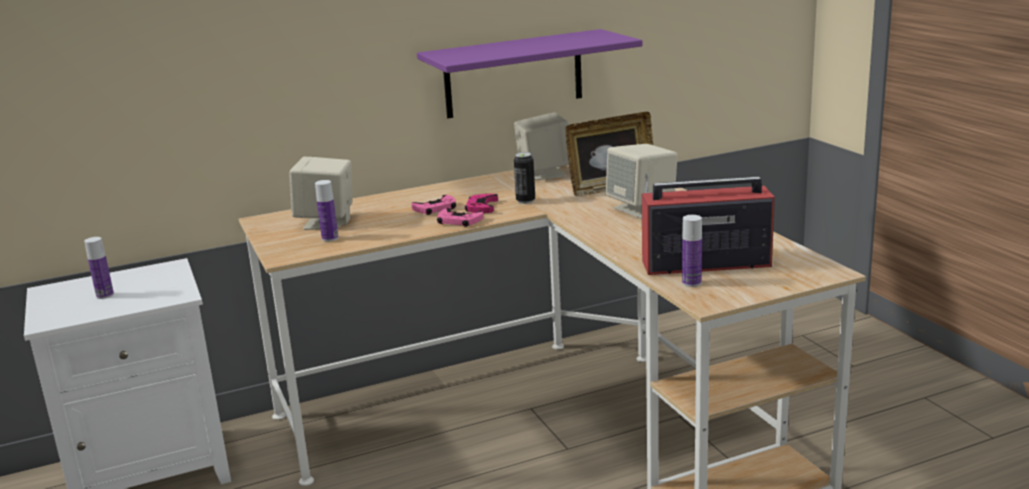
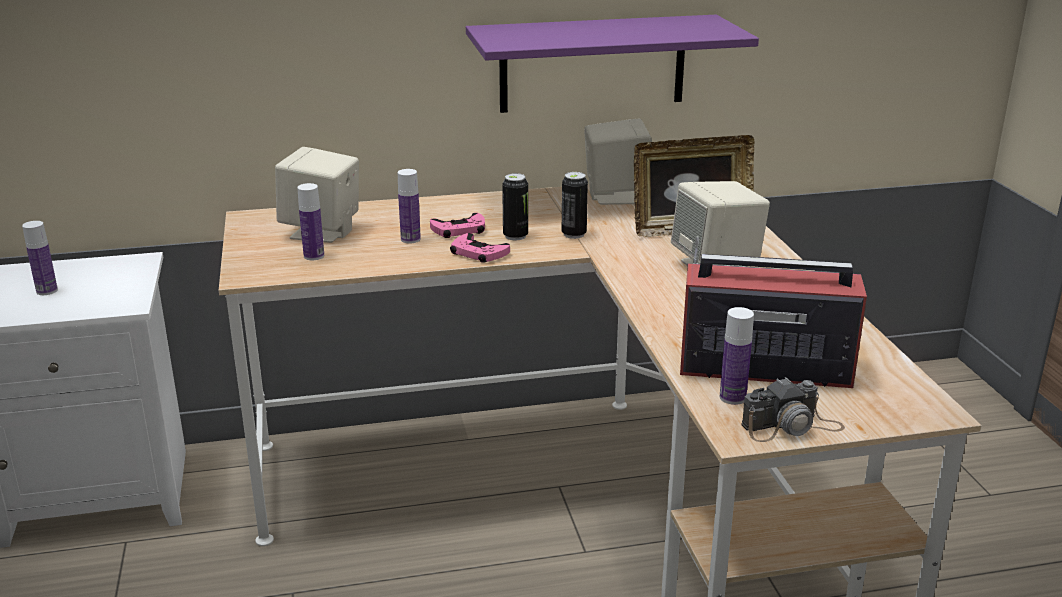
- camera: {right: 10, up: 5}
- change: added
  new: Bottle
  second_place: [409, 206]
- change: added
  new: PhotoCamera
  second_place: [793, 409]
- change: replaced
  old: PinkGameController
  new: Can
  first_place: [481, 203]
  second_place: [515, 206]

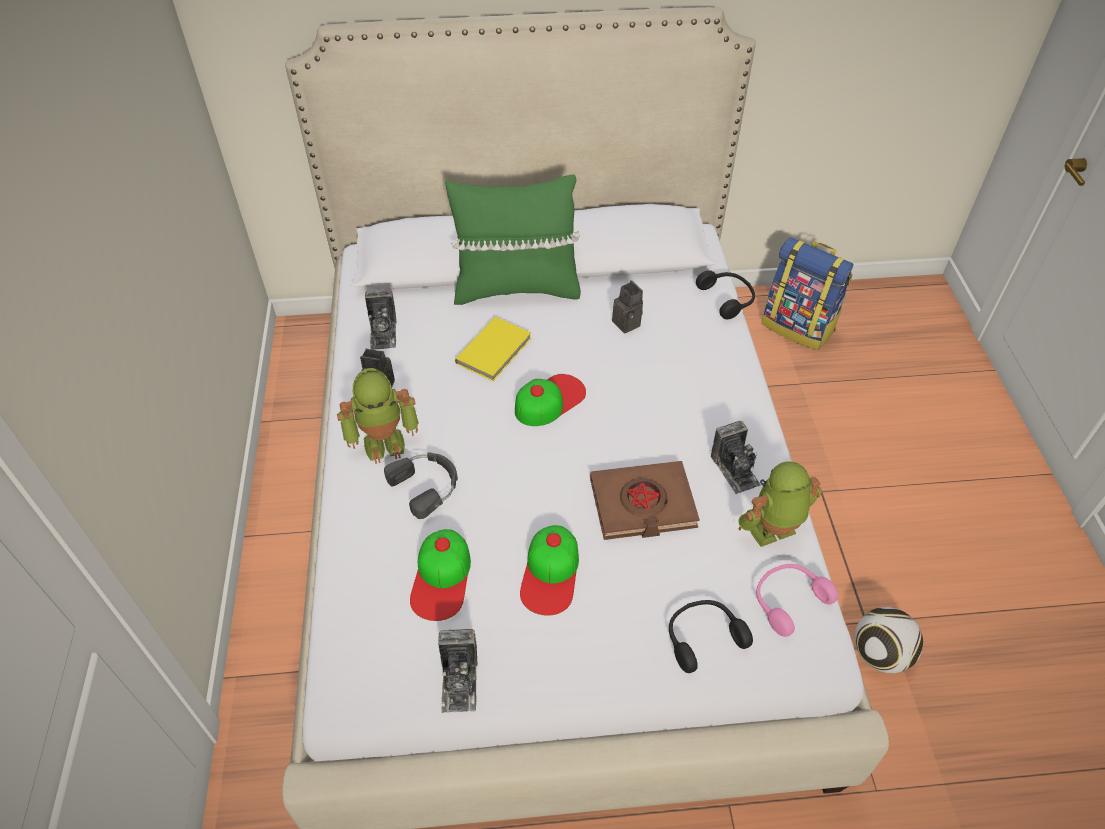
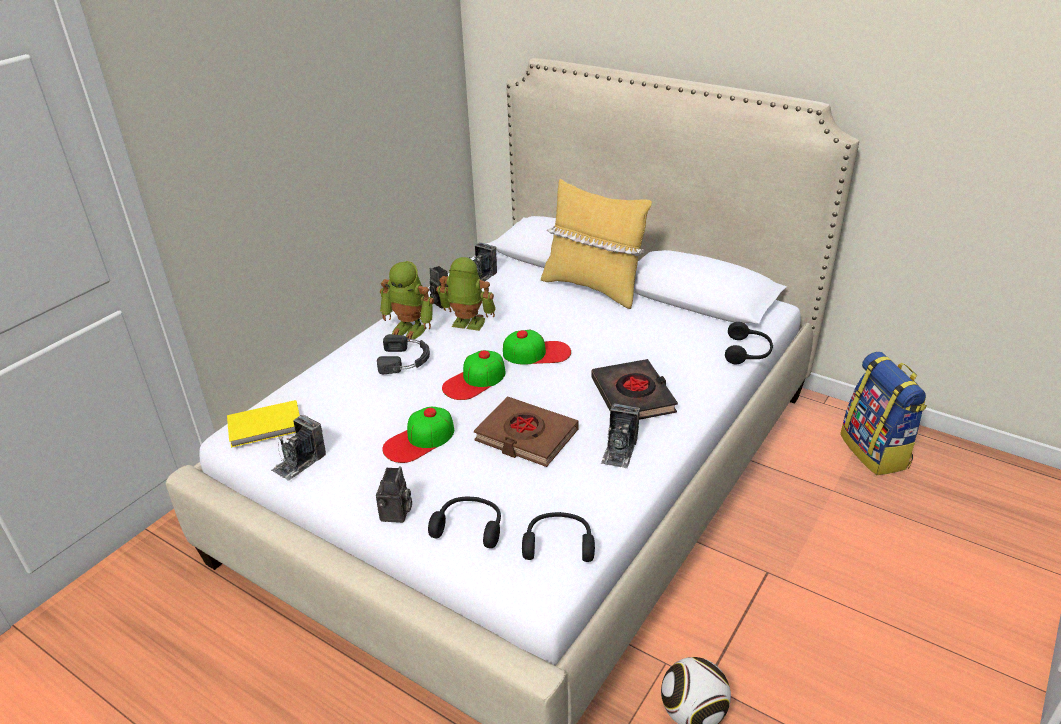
- camera: {right: 40, up: -15}
- change: added
  new: BlackBook
  second_place: [635, 389]
- change: moved
  old: Cap
  first_place: [440, 575]
  second_place: [473, 375]
- change: moved
  old: YellowBook
  first_place: [493, 349]
  second_place: [263, 424]
- change: moved
  old: PhotoCamera
  first_place: [627, 306]
  second_place: [394, 494]
- change: moved
  old: ToyRobot
  first_place: [780, 504]
  second_place: [466, 294]
- change: recoloured
  old: GreenPillow
  new: YellowPillow
  first_place: [513, 239]
  second_place: [596, 244]
- change: recoloured
  old: PinkHeadphones
  new: BlackHeadphones
  first_place: [797, 600]
  second_place: [558, 537]

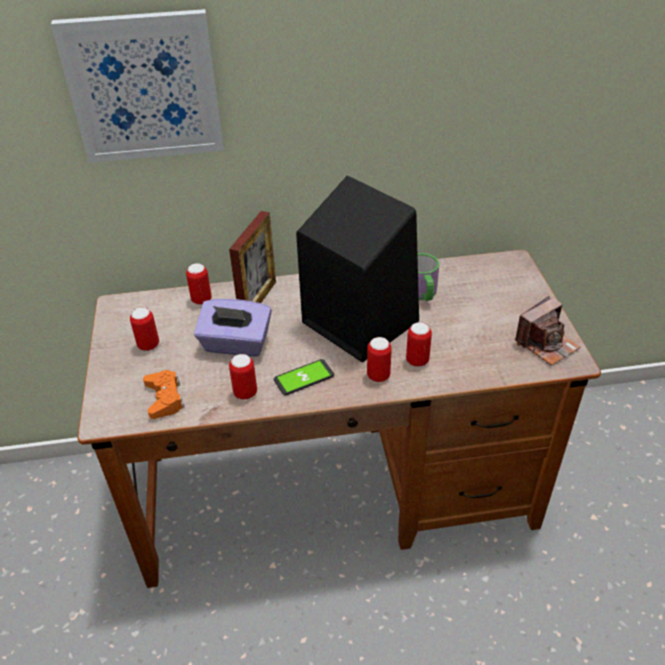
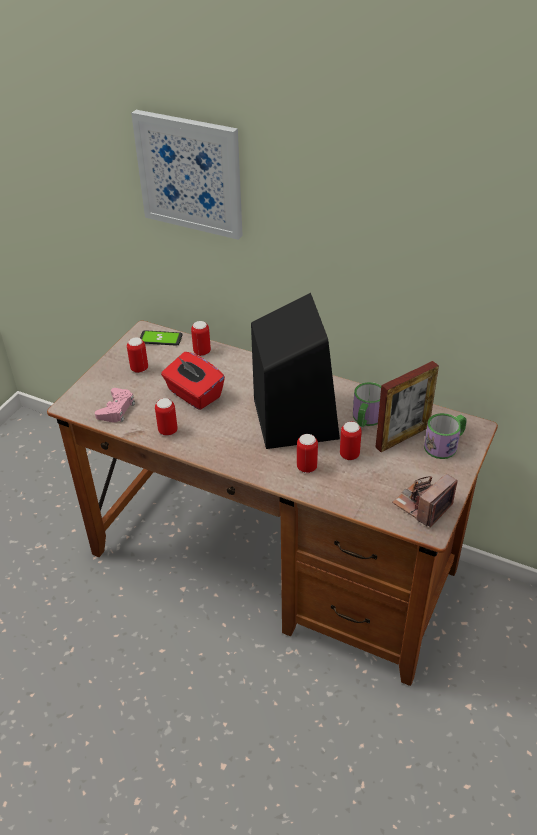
- camera: {right: 35, up: 0}
- change: added
  new: Mug
  second_place: [445, 436]
- change: moved
  old: PictureFrame
  first_place: [252, 257]
  second_place: [407, 406]
- change: moved
  old: Phone
  first_place: [304, 377]
  second_place: [161, 338]
- change: moved
  old: Can
  first_place: [379, 359]
  second_place: [351, 440]
- change: recoloured
  old: OrangeGameController
  new: PinkGameController
  first_place: [164, 394]
  second_place: [115, 405]
- change: recoloured
  old: PurpleTissueBox
  new: RedTissueBox
  first_place: [233, 328]
  second_place: [193, 381]
- change: turned
  old: PhotoCamera
  first_place: [548, 331]
  second_place: [425, 501]
  degrees: 135

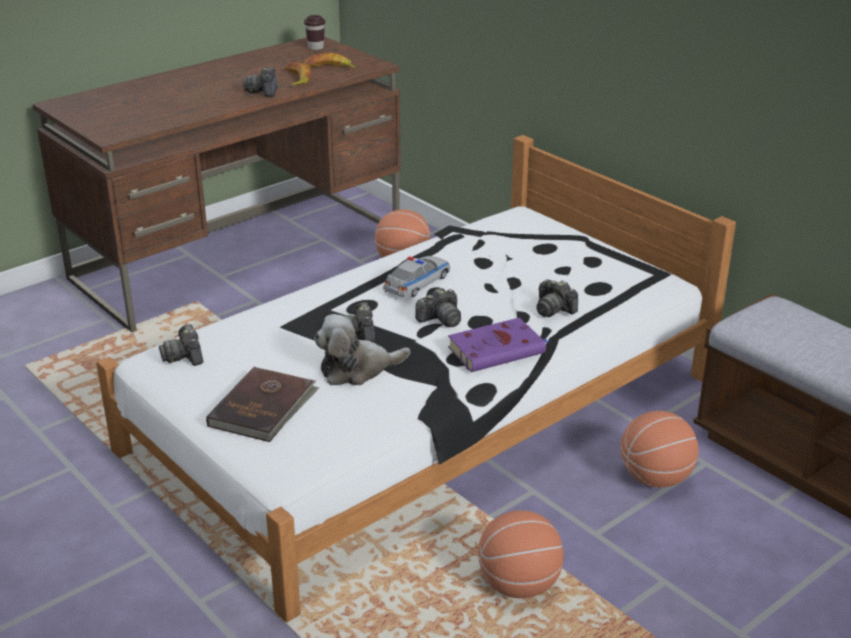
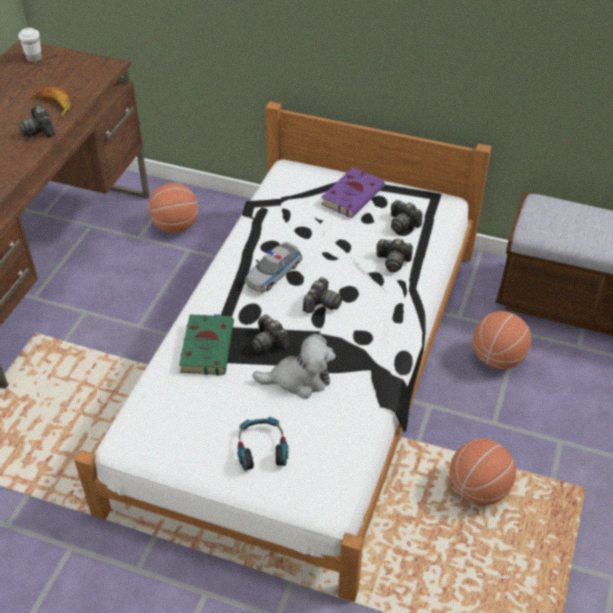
- camera: {right: -30, up: 15}
- change: removed
  old: Banana
  first_place: [330, 61]
- change: added
  new: GreenBook
  second_place: [206, 344]
- change: moved
  old: PhotoCamera
  first_place: [181, 345]
  second_place: [406, 216]
- change: moved
  old: PurpleBook
  first_place: [499, 345]
  second_place: [353, 192]
- change: replaced
  old: BrownBook
  new: Headphones
  first_place: [262, 404]
  second_place: [263, 444]
- change: recoloured
  old: BrownCup
  new: WhiteCup
  first_place: [314, 32]
  second_place: [30, 45]
- change: turned
  old: PlushToy
  first_place: [362, 349]
  second_place: [294, 366]
  degrees: -135
- change: turned
  old: ToyCar
  first_place: [416, 277]
  second_place: [273, 267]
  degrees: -150

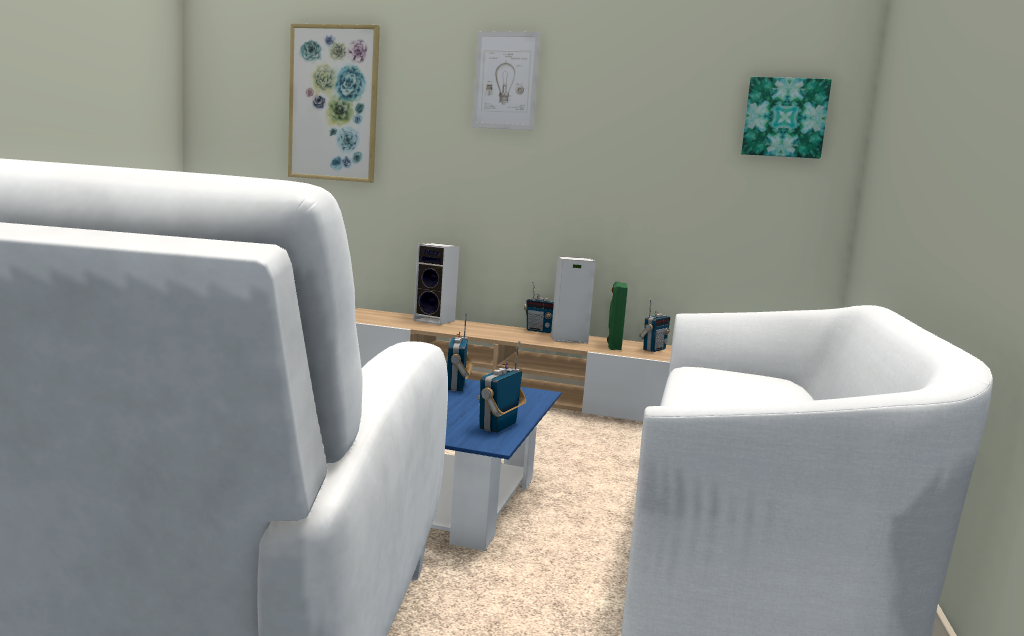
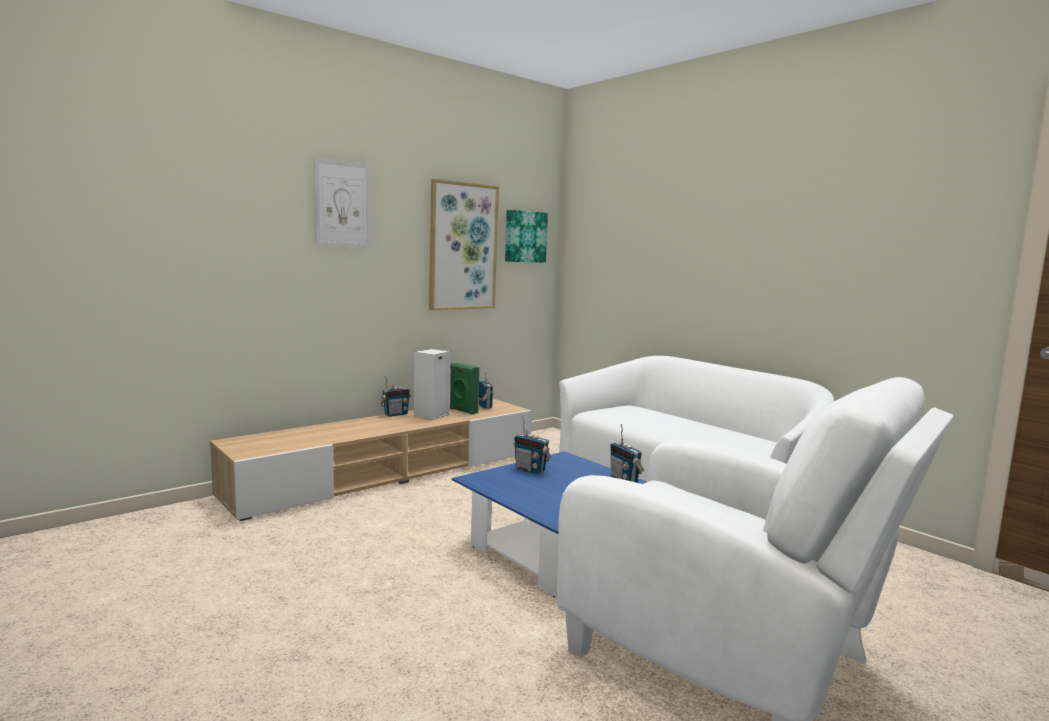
- camera: {right: -55, up: 0}
- change: removed
  old: Speaker
  first_place: [436, 284]
- change: moved
  old: Picture
  first_place: [334, 103]
  second_place: [464, 244]

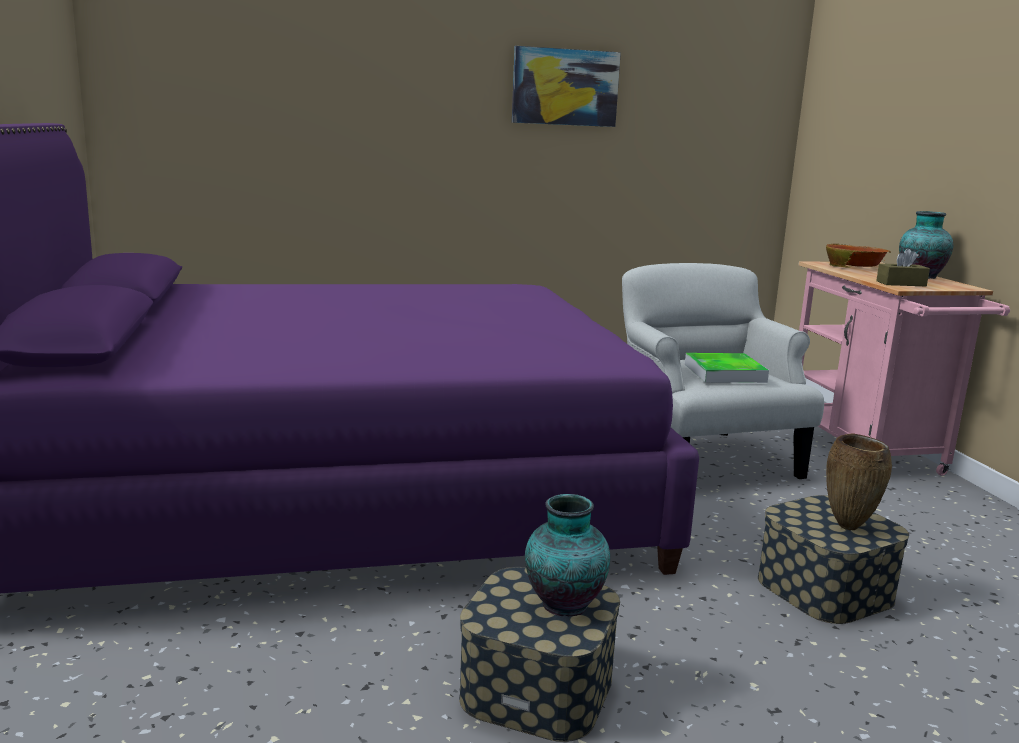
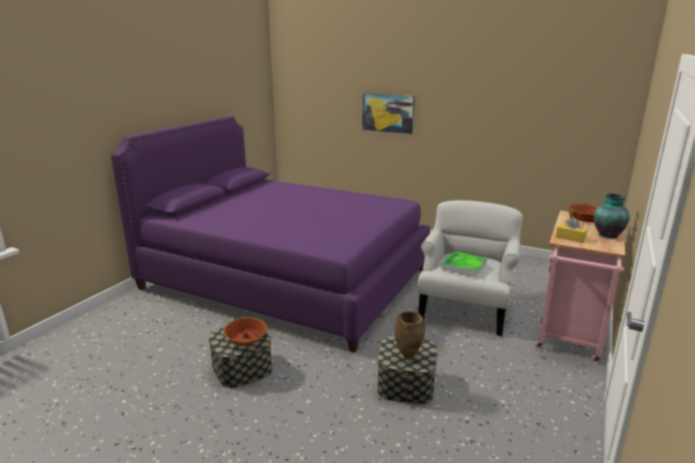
- camera: {right: 40, up: 5}
- change: moved
  old: Picture
  first_place: [566, 86]
  second_place: [388, 114]
- change: replaced
  old: Vase
  new: Bowl
  first_place: [567, 555]
  second_place: [245, 331]
- change: recoloured
  old: BrownTissueBox
  new: YellowTissueBox
  first_place: [903, 267]
  second_place: [572, 230]

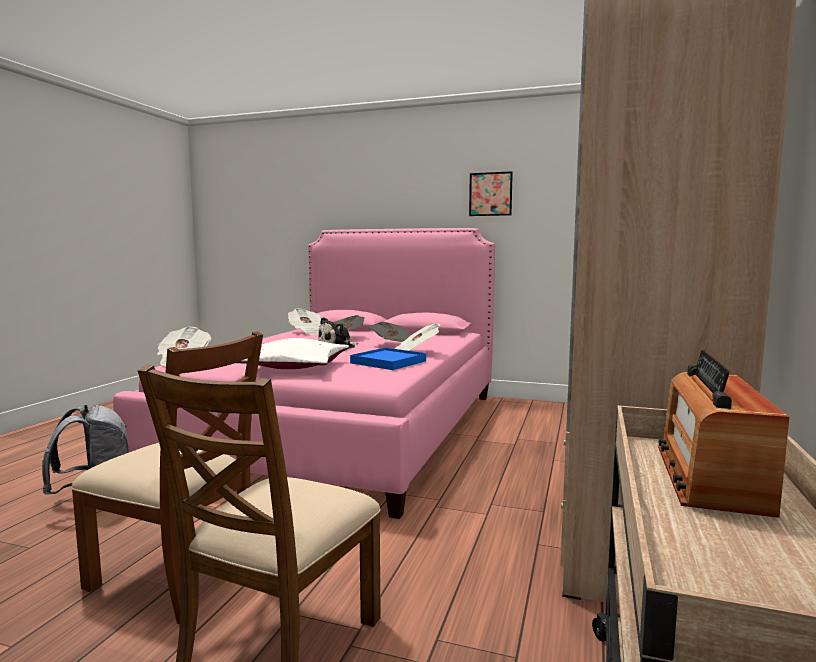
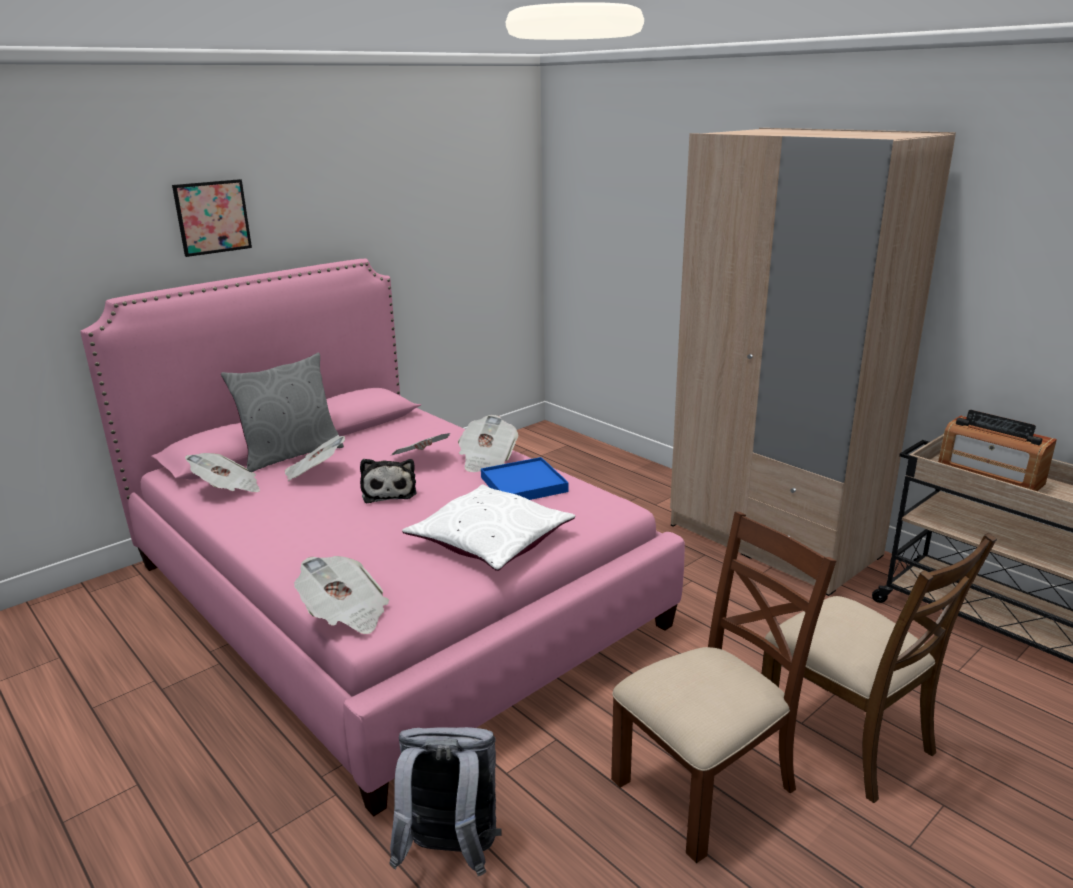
- camera: {right: -60, up: 15}
- change: added
  new: GreyPillow
  second_place: [282, 412]
- change: moved
  old: Picture
  first_place: [491, 193]
  second_place: [212, 218]

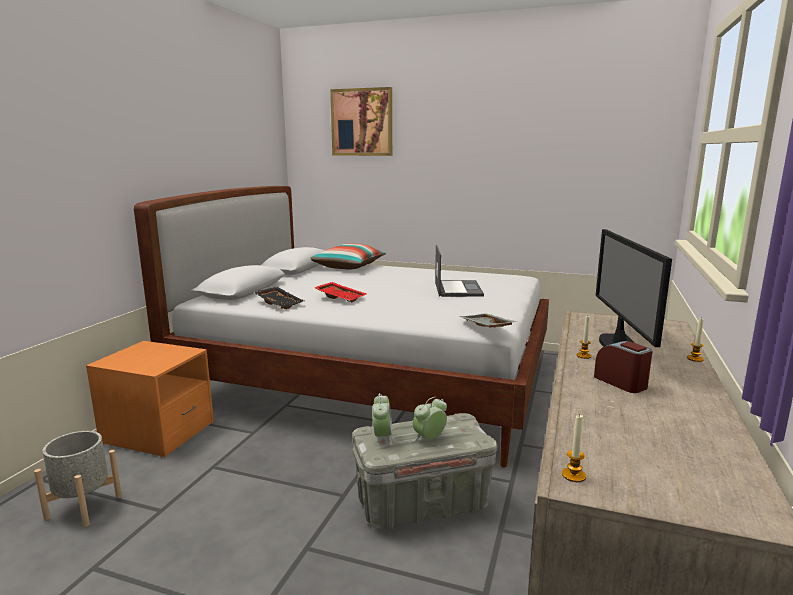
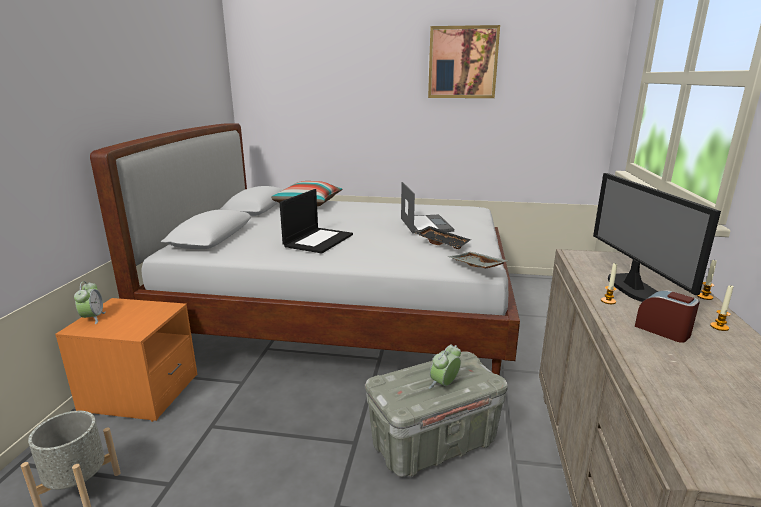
- camera: {right: -10, up: 5}
- change: moved
  old: BlackTray
  first_place: [279, 298]
  second_place: [443, 237]
- change: moved
  old: Picture
  first_place: [361, 121]
  second_place: [464, 61]
- change: moved
  old: AlarmClock
  first_place: [382, 419]
  second_place: [90, 302]
- change: moved
  old: Candle
  first_place: [574, 448]
  second_place: [722, 308]
- change: replaced
  old: RedTray
  new: Laptop
  first_place: [340, 292]
  second_place: [316, 221]

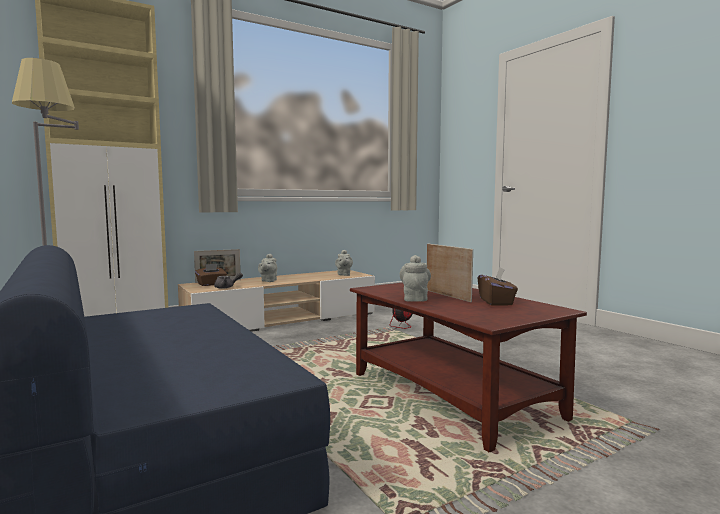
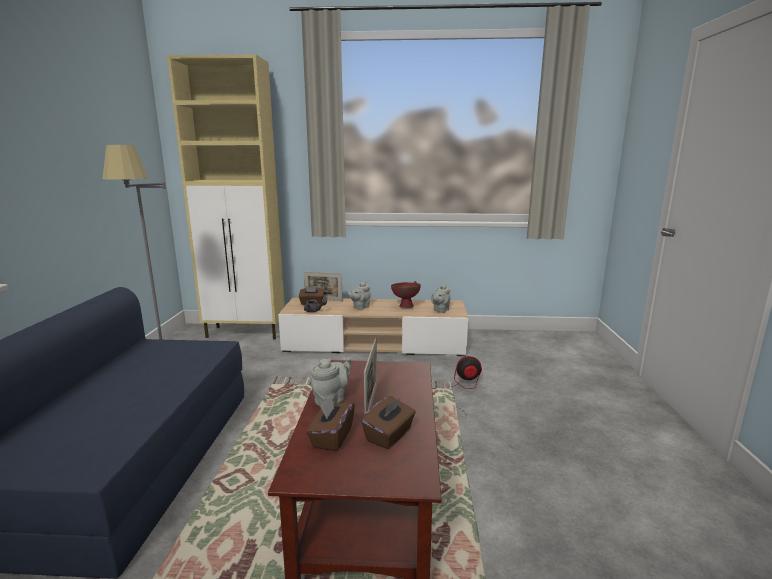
- camera: {right: 35, up: 10}
- change: added
  new: BrownTissueBox
  second_place: [330, 423]
- change: added
  new: RedBowl
  second_place: [406, 294]

